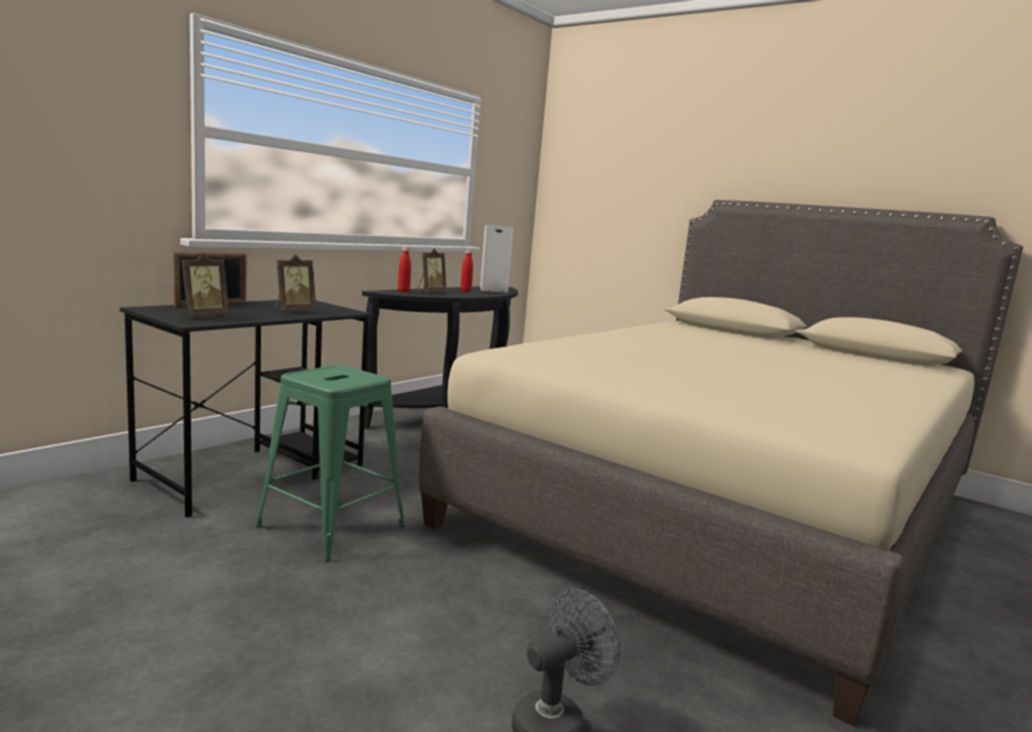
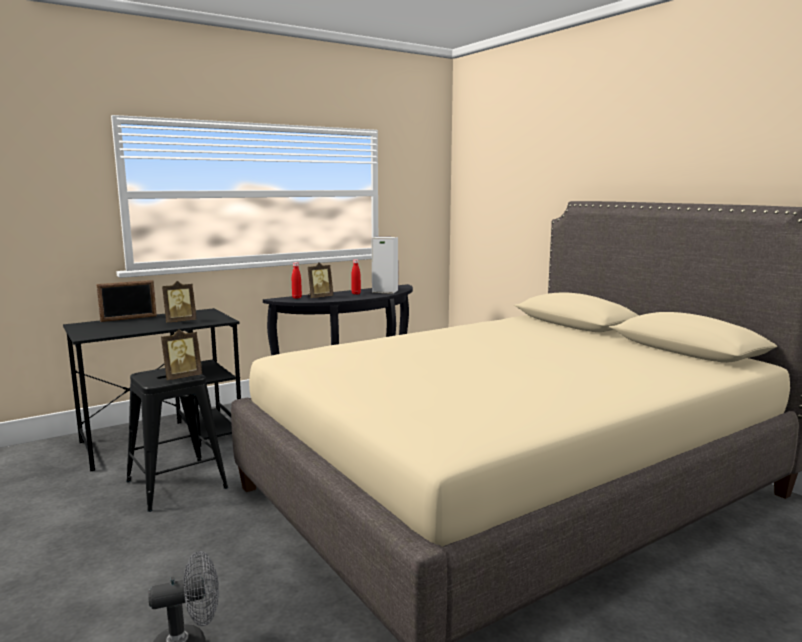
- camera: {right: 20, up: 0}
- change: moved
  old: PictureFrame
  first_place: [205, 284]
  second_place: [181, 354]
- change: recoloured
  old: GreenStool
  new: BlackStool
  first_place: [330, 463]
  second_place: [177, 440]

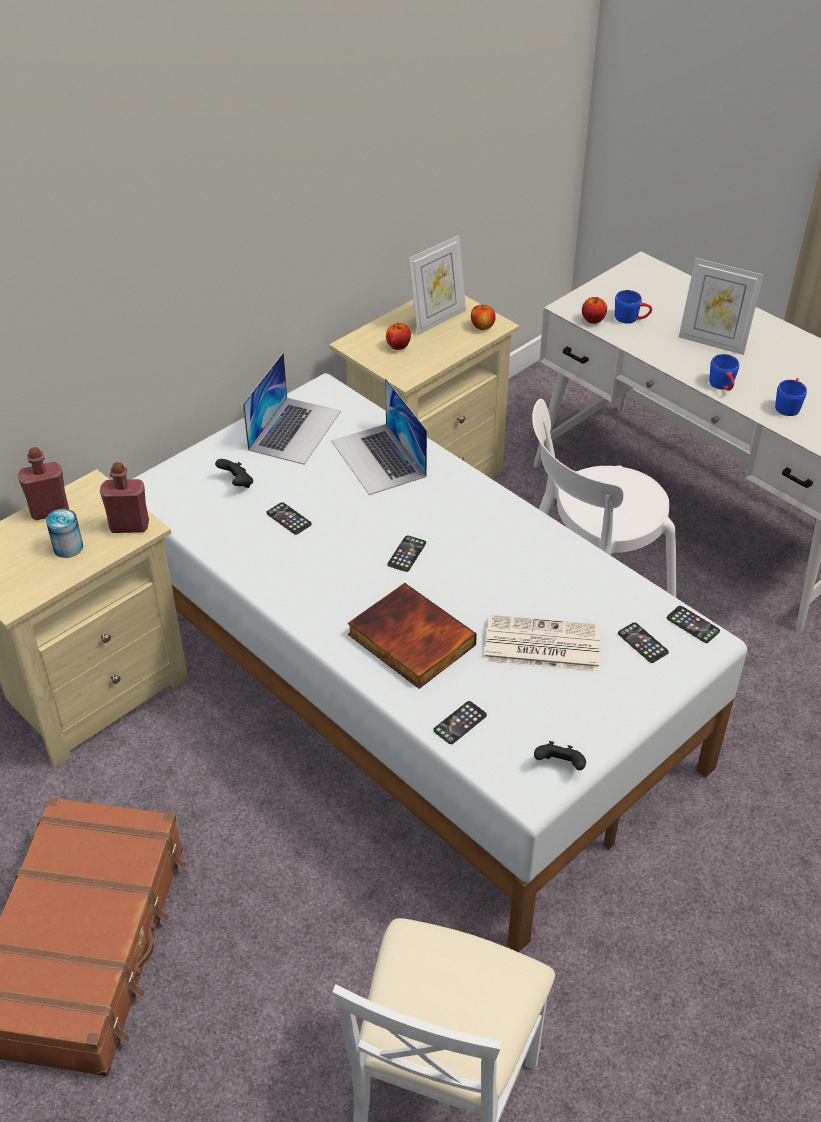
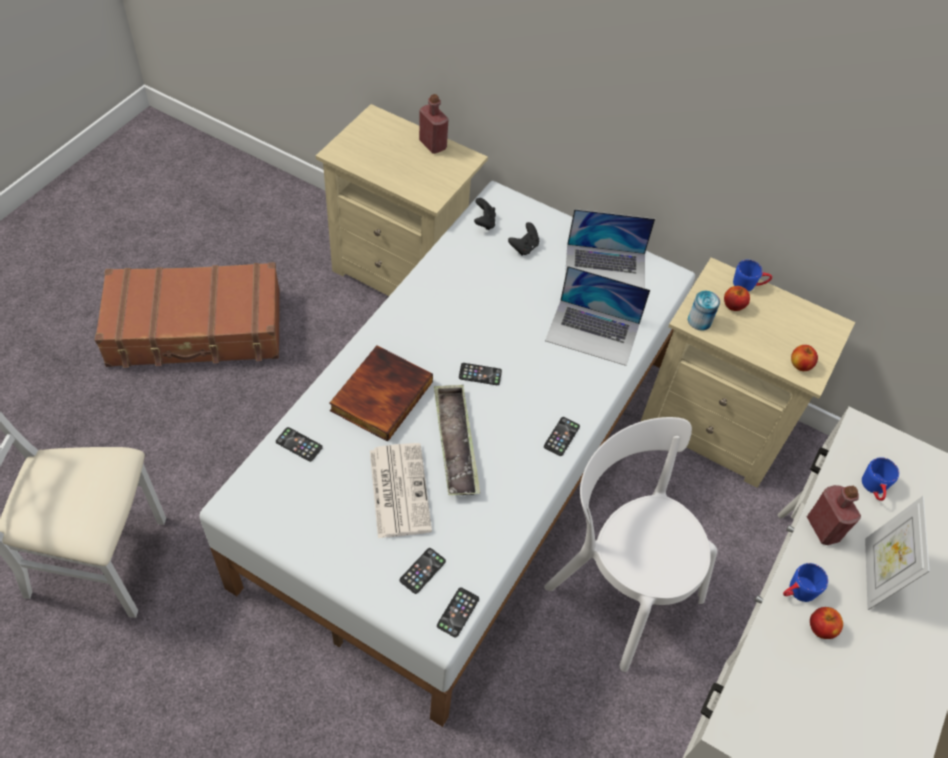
- camera: {right: 70, up: 10}
- change: removed
  old: PictureFrame
  first_place: [437, 285]
- change: added
  new: Tray
  second_place: [457, 440]
- change: moved
  old: Can
  first_place: [64, 533]
  second_place: [704, 311]
- change: moved
  old: RedBottle
  first_place: [124, 497]
  second_place: [834, 515]
- change: moved
  old: Phone
  first_place: [289, 518]
  second_place: [562, 436]
- change: moved
  old: BlackGameController
  first_place: [560, 755]
  second_place: [485, 214]
- change: moved
  old: Apple
  first_place: [594, 310]
  second_place: [826, 623]
- change: moved
  old: BlueMug
  first_place: [791, 397]
  second_place: [752, 275]
- change: turned
  old: Laptop
  first_place: [379, 436]
  second_place: [597, 316]
  degrees: -120

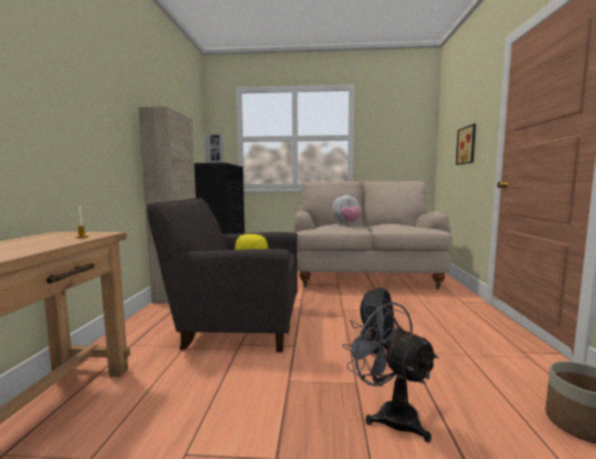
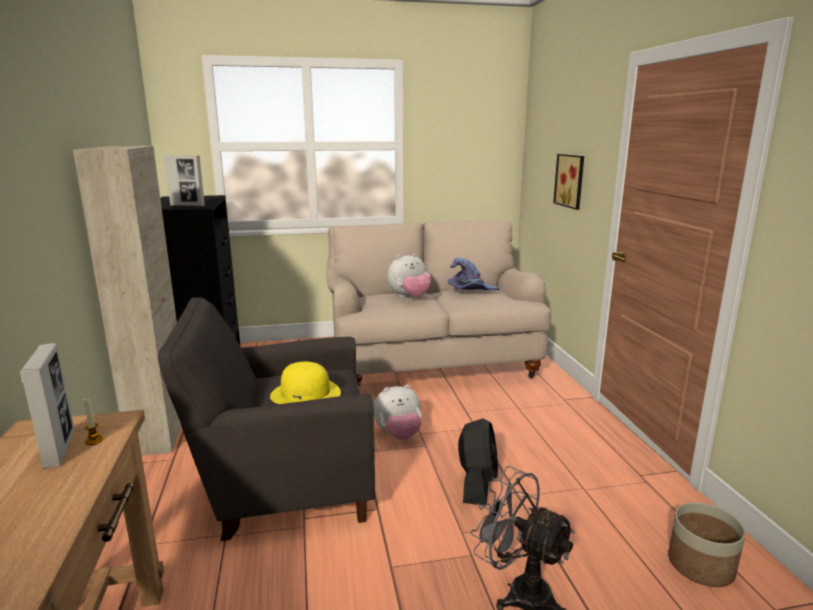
- camera: {right: -15, up: 10}
- change: added
  new: PictureFrame
  second_place: [47, 406]
- change: added
  new: PlushToy
  second_place: [398, 412]
- change: added
  new: PurpleHat
  second_place: [473, 274]

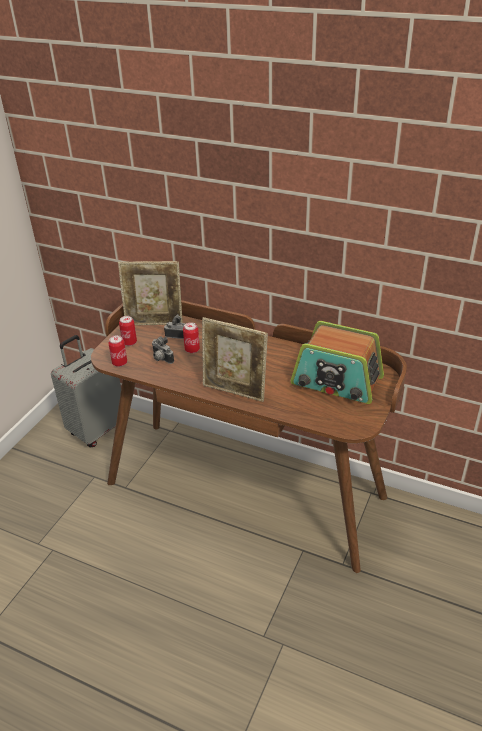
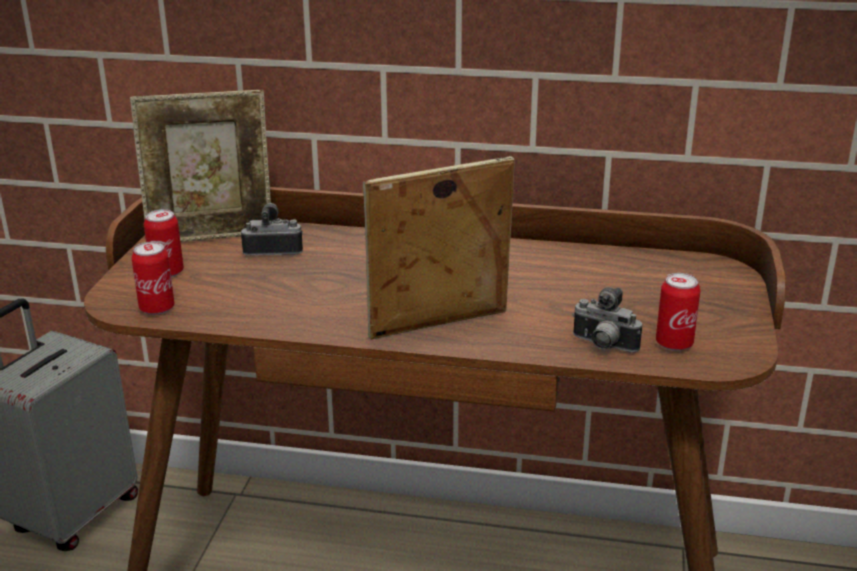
- camera: {right: -15, up: -10}
- change: removed
  old: Radio
  first_place: [337, 362]
- change: moved
  old: PhotoCamera
  first_place: [163, 350]
  second_place: [607, 319]
- change: moved
  old: Can
  first_place: [191, 337]
  second_place: [678, 312]
- change: turned
  old: PictureFrame
  first_place: [235, 359]
  second_place: [439, 247]
  degrees: 150

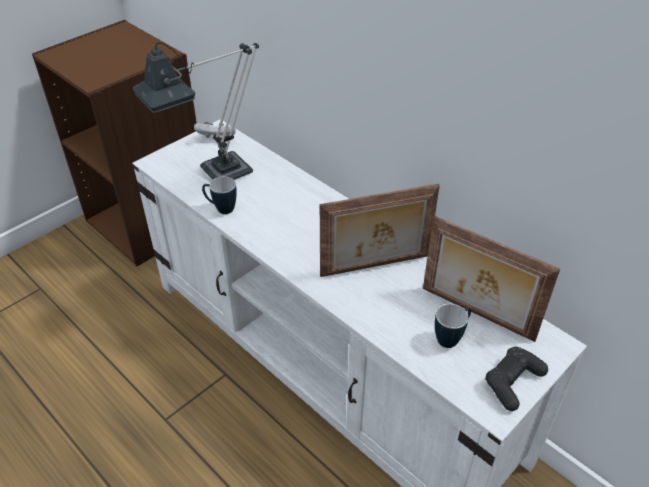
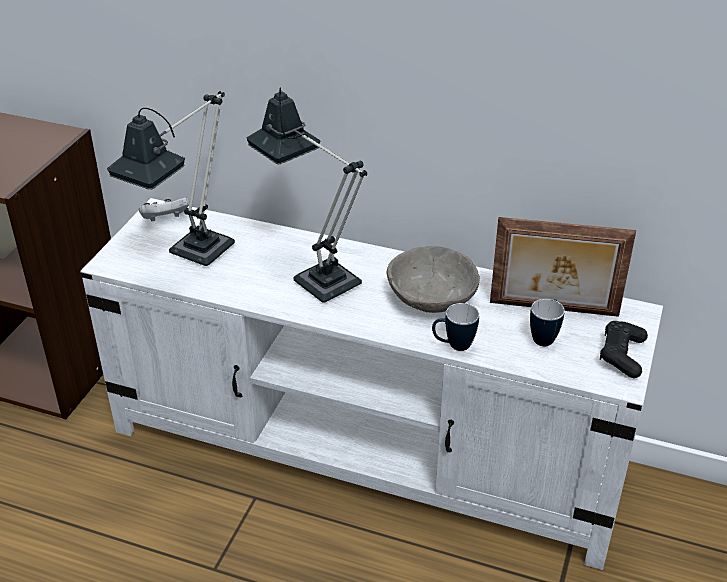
- camera: {right: -25, up: -5}
- change: added
  new: TableLamp
  second_place: [306, 195]
- change: moved
  old: Mug
  first_place: [219, 195]
  second_place: [455, 327]
- change: replaced
  old: PictureFrame
  new: GreyBowl
  first_place: [380, 230]
  second_place: [433, 279]

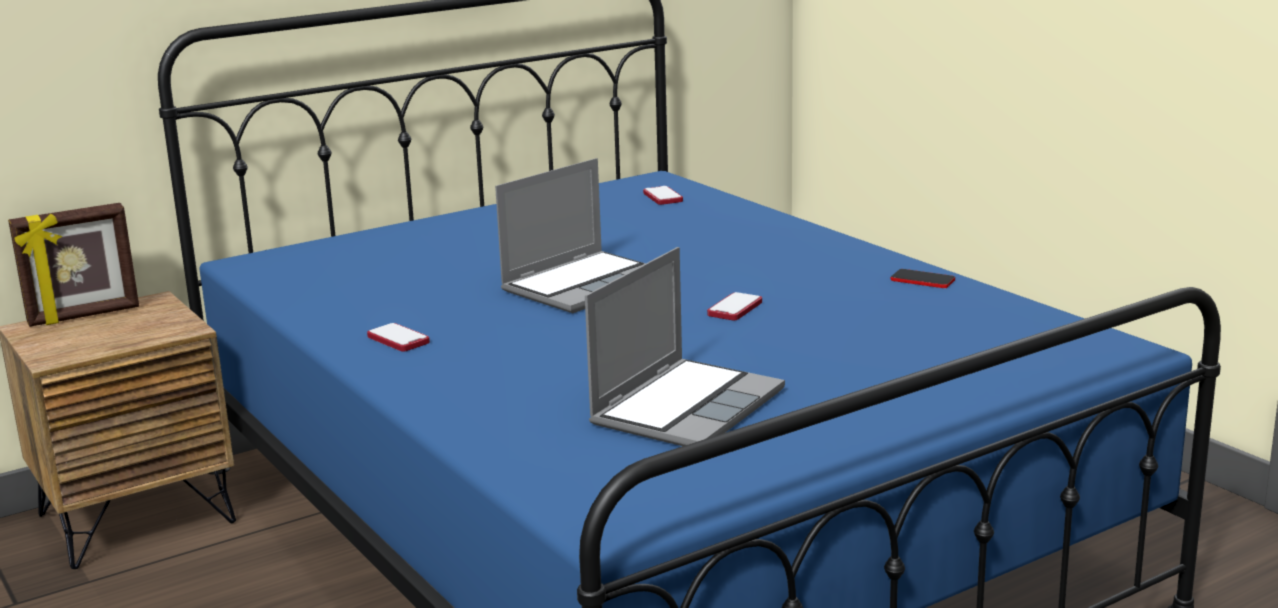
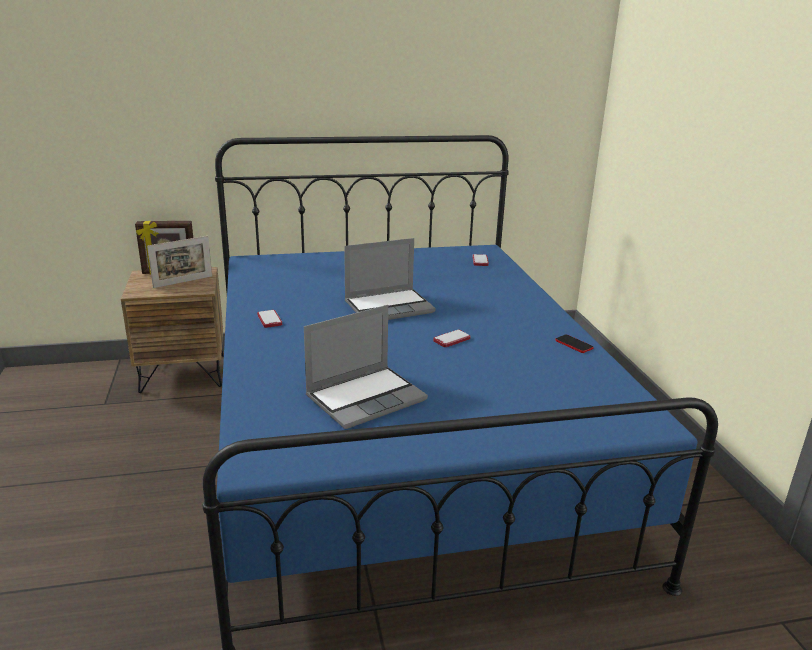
- camera: {right: 20, up: 5}
- change: added
  new: PictureFrame
  second_place: [179, 262]

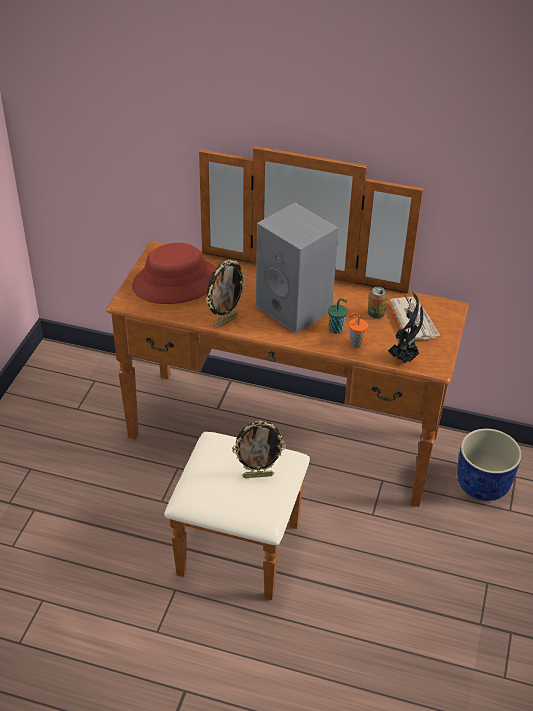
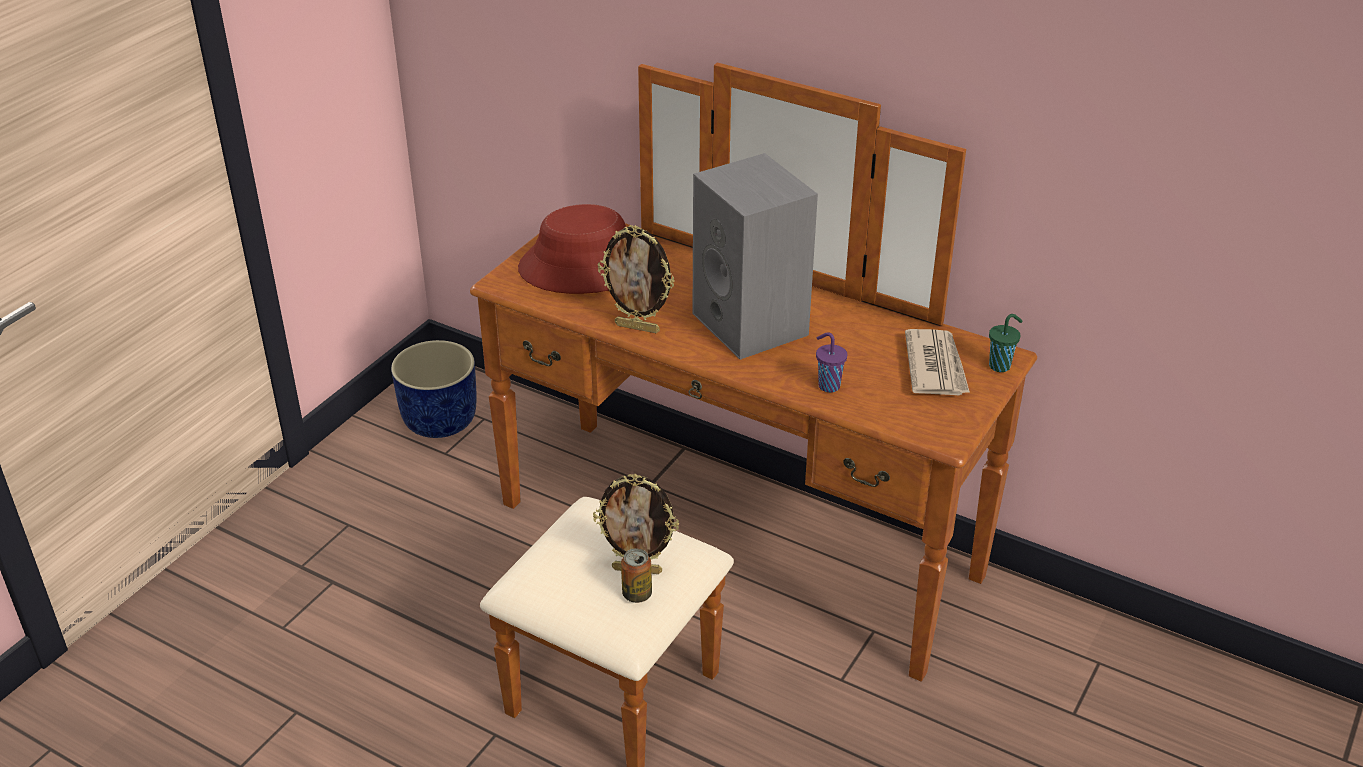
- camera: {right: 15, up: -5}
- change: removed
  old: PottedPlant
  first_place: [405, 327]
- change: moved
  old: GreenCup
  first_place: [337, 316]
  second_place: [1006, 343]
- change: moved
  old: Can
  first_place: [377, 303]
  second_place: [636, 575]
- change: moved
  old: BluePlanter
  first_place: [489, 465]
  second_place: [434, 389]
- change: recoloured
  old: OrangeCup
  new: PurpleCup
  first_place: [358, 330]
  second_place: [832, 362]
- change: turned
  old: PictureFrame
  first_place: [226, 294]
  second_place: [636, 279]
  degrees: 45

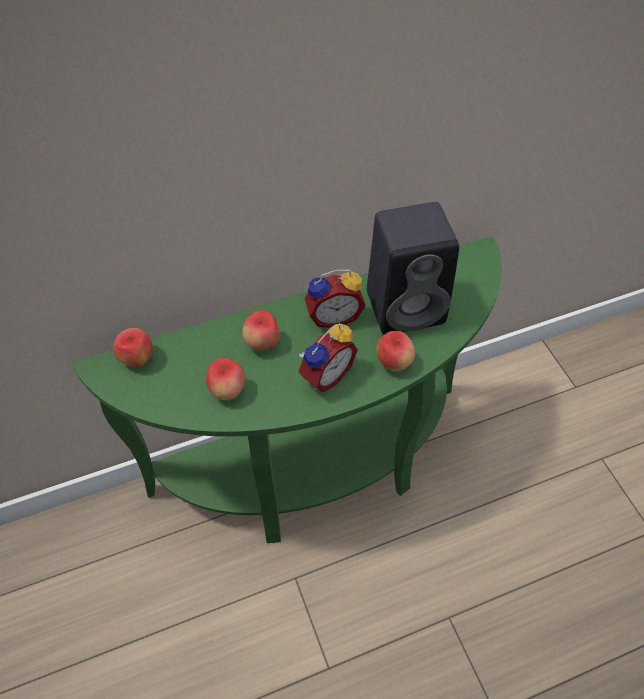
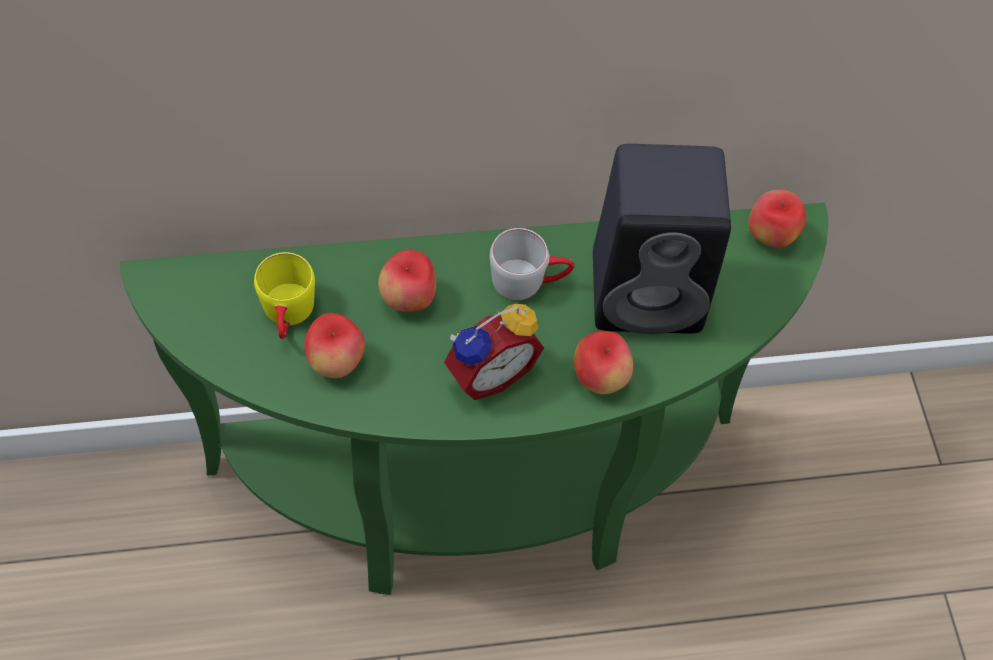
- camera: {right: 10, up: 5}
- change: added
  new: YellowMug
  second_place: [284, 295]
- change: moved
  old: Apple
  first_place: [133, 347]
  second_place: [777, 219]
- change: replaced
  old: AlarmClock
  new: GreyMug
  first_place: [335, 298]
  second_place: [532, 264]

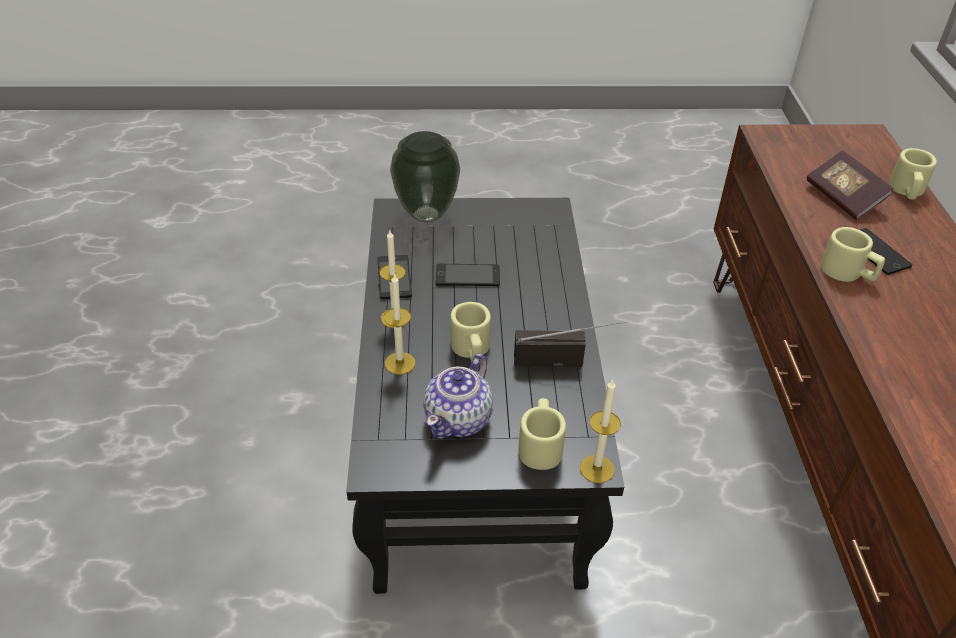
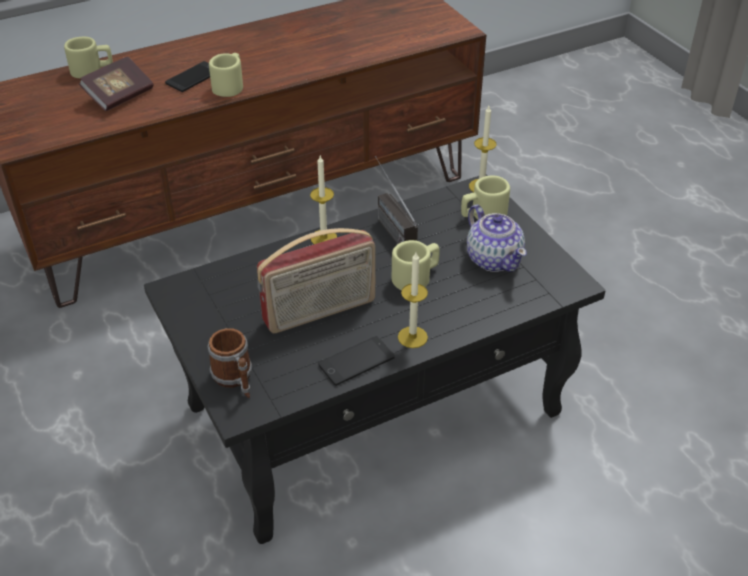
- camera: {right: -115, up: 0}
- change: moved
  old: Candle
  first_place: [399, 324]
  second_place: [323, 200]
- change: replaced
  old: Vase
  new: Mug
  first_place: [425, 176]
  second_place: [230, 363]
- change: replaced
  old: Phone
  new: Radio
  first_place: [468, 275]
  second_place: [316, 281]
- change: turned
  old: Teapot
  first_place: [458, 396]
  second_place: [497, 238]
  degrees: 60

